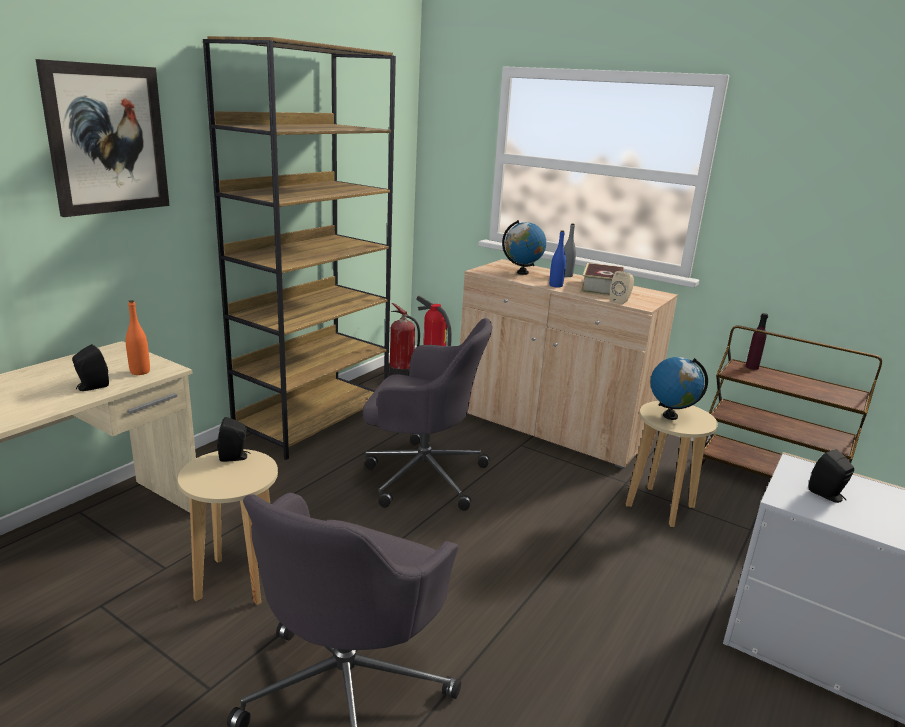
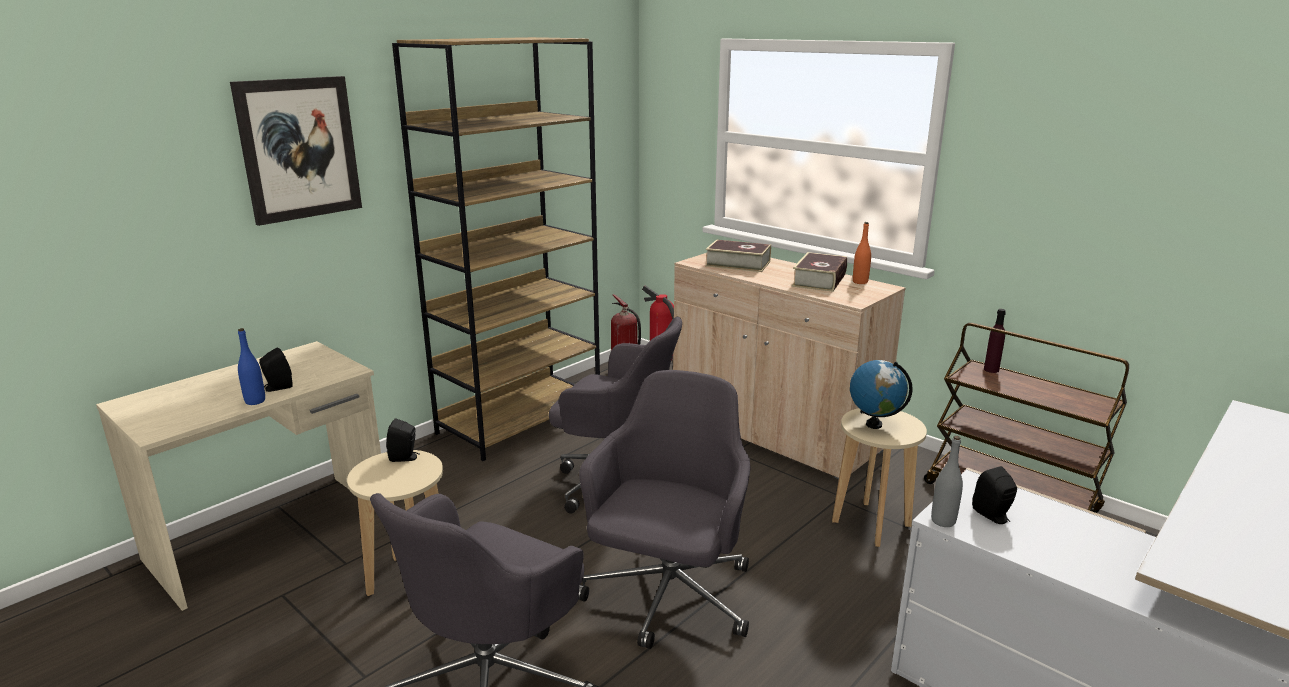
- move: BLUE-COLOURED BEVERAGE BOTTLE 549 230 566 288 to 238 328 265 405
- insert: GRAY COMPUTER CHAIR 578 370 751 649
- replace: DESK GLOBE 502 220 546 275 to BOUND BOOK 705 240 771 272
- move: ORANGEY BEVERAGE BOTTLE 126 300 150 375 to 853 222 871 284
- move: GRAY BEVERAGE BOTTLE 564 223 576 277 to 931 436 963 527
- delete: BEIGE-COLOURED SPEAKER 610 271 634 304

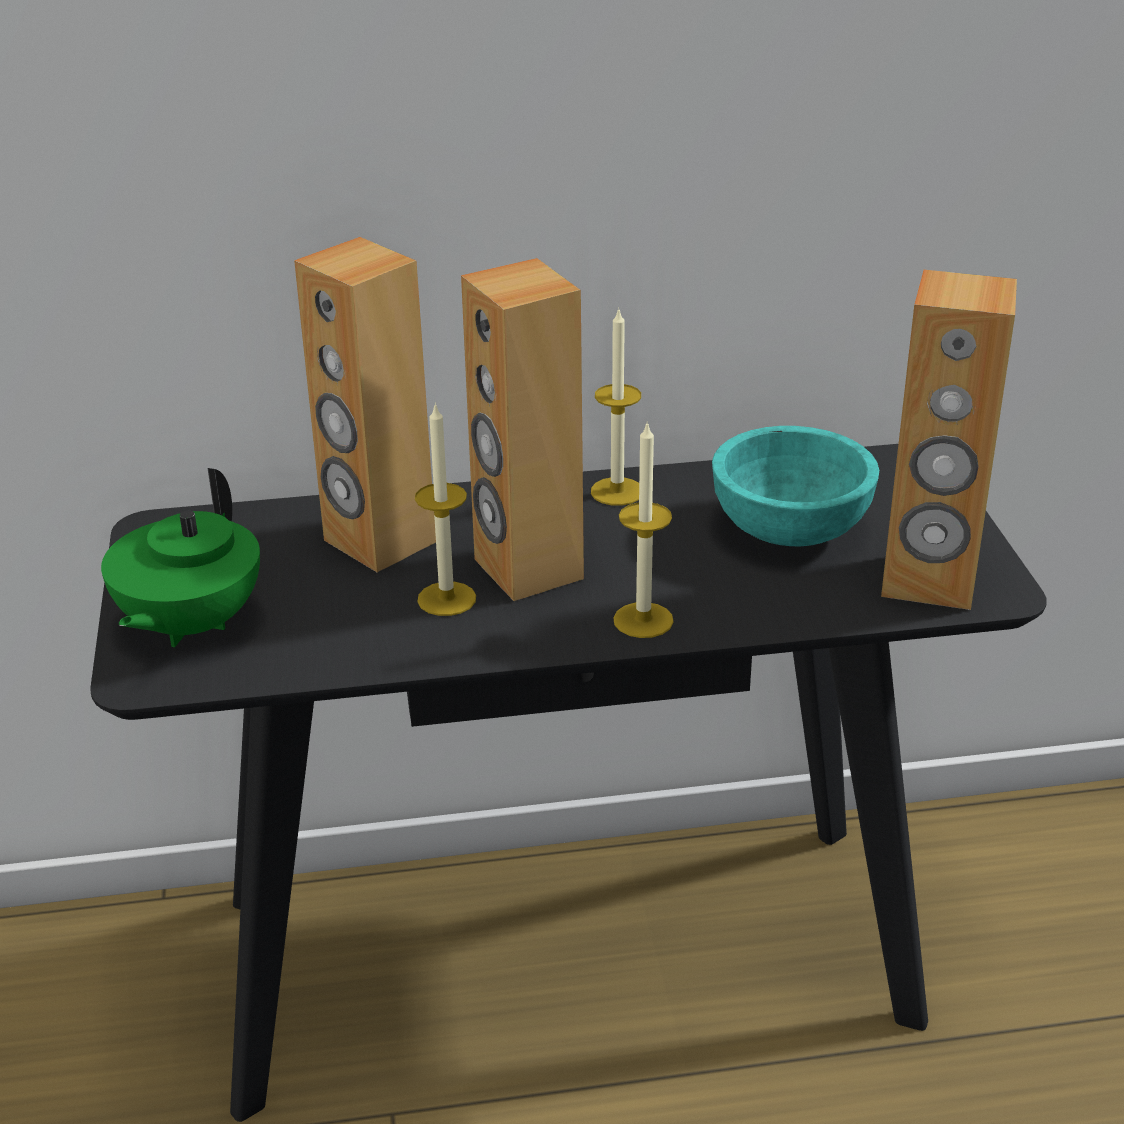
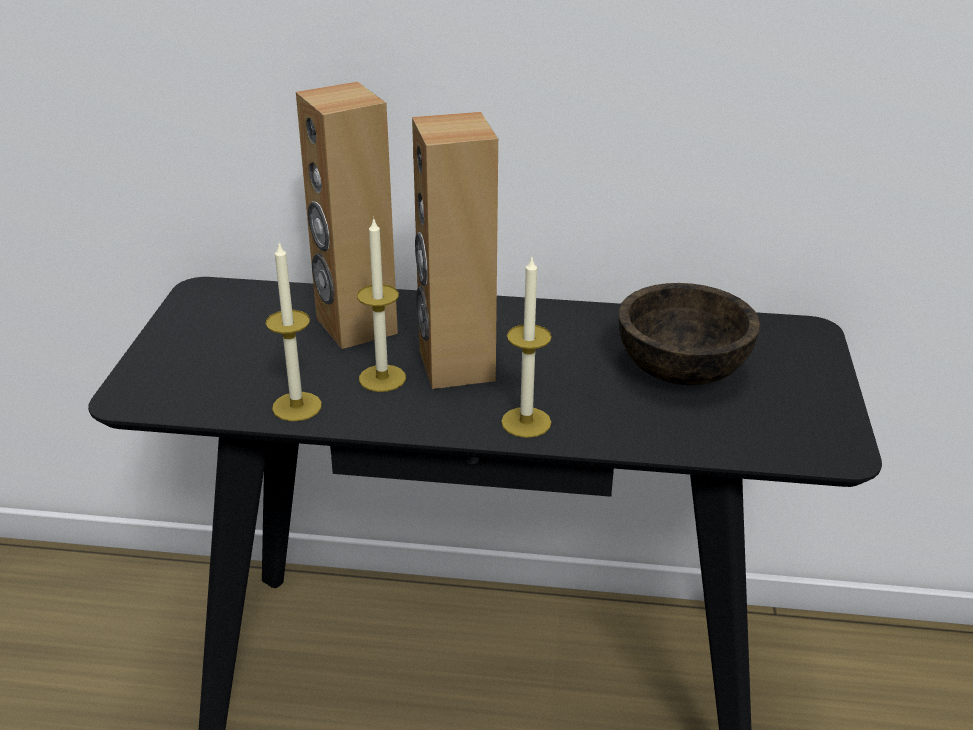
- move: WAX LIGHT 591 307 641 506 to 266 241 322 421
- recolor: TURQUOISE-COLOURED DEEP DISH 712 426 879 546 to BROWN DEEP DISH 619 283 760 385
- delete: GREENISH TEA POT 101 468 260 647
- delete: BROWN SPEAKER 881 270 1017 610

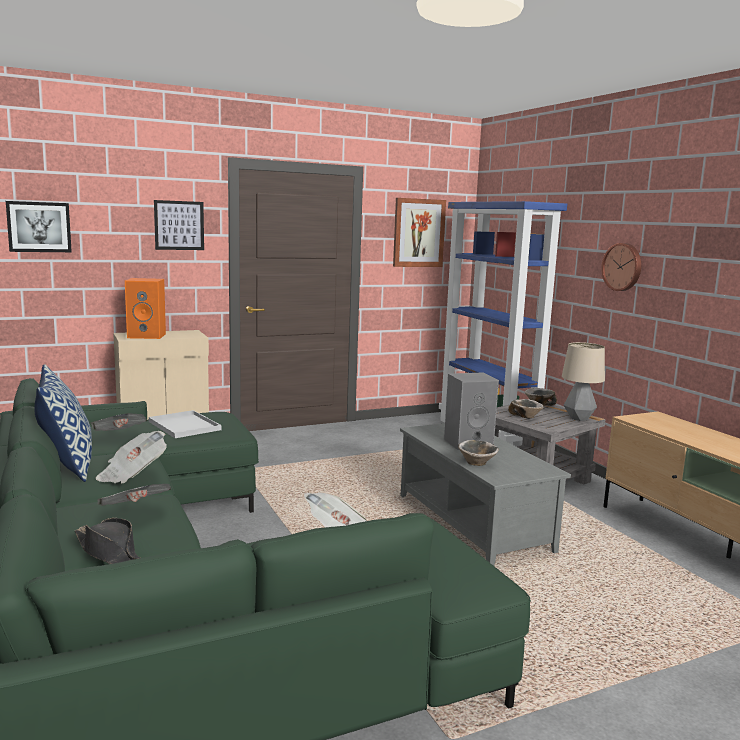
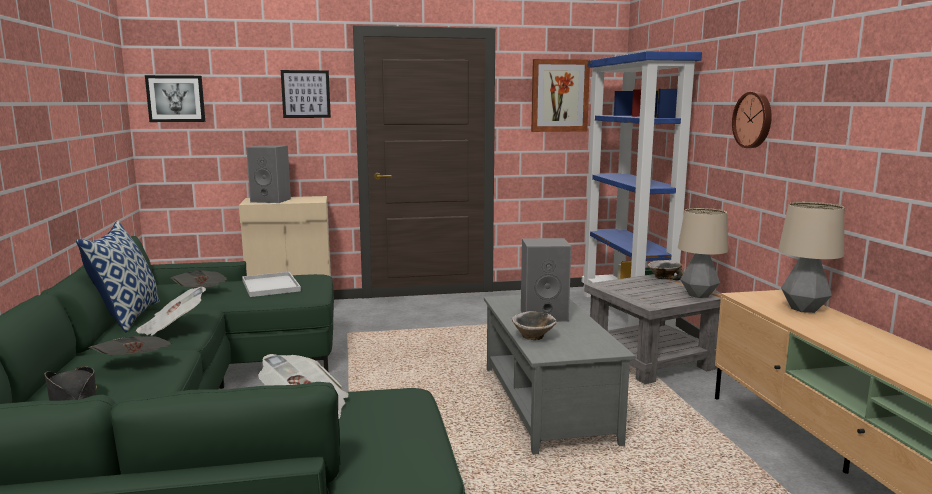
- recolor: ORANGEY SPEAKER 125 278 166 339 to GRAY SPEAKER 246 145 291 203
- insert: TABLETOP LAMP 778 202 844 313
- delete: DEEP DISH 508 399 544 418

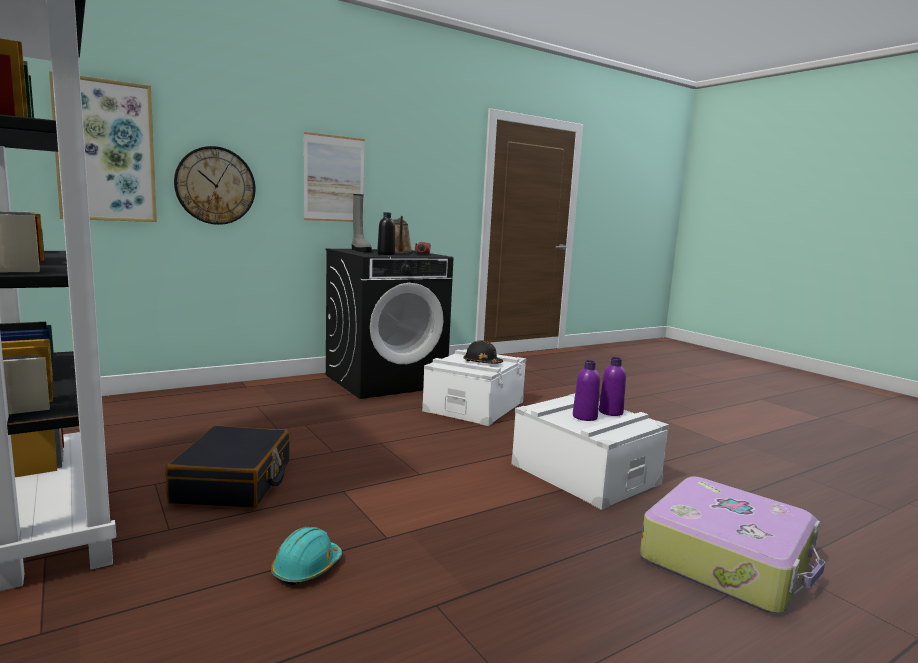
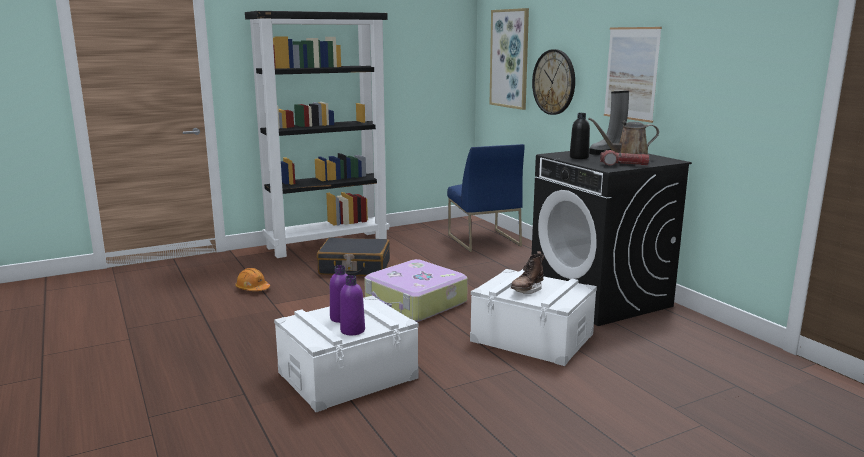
- recolor: TURQUOISE-COLOURED HARD HAT 271 527 342 585 to ORANGEY HARD HAT 235 268 270 291
- move: TRAVEL CASE 640 476 825 613 to 364 259 468 322
- insert: BLUE-COLOURED UPRIGHT CHAIR 447 144 525 252
- replace: BLACKISH HARD HAT 463 341 503 364 to BROWN BOOT 511 251 545 294

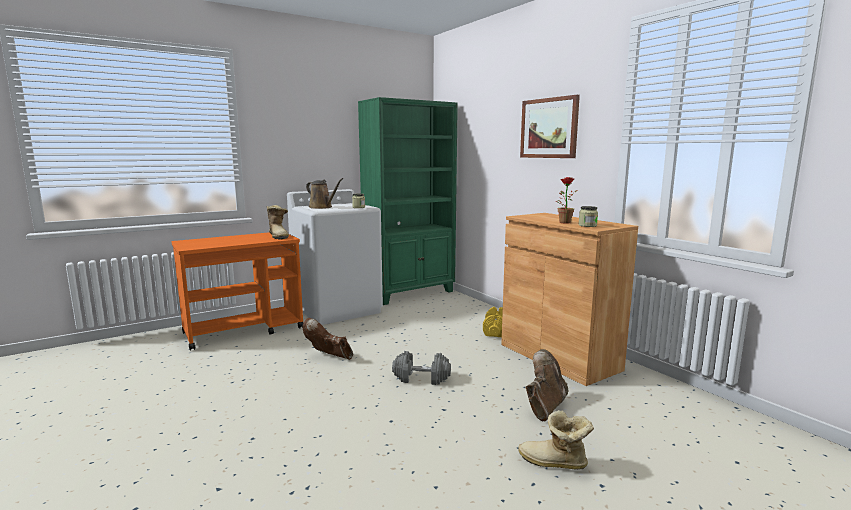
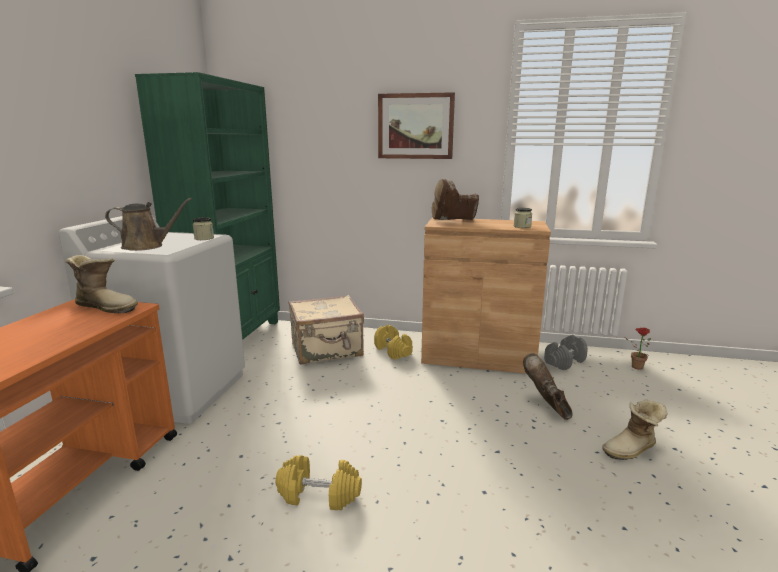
- insert: YELLOW DUMBBELL 275 455 362 510
- insert: BEIGE-COLOURED TRAVEL CASE 288 295 364 364
- move: BROWN BOOT 303 318 353 360 to 432 179 479 220
- move: GRAY DUMBBELL 392 351 451 385 to 544 335 588 370
- move: HOUSEPLANT 556 177 578 223 to 623 328 651 370

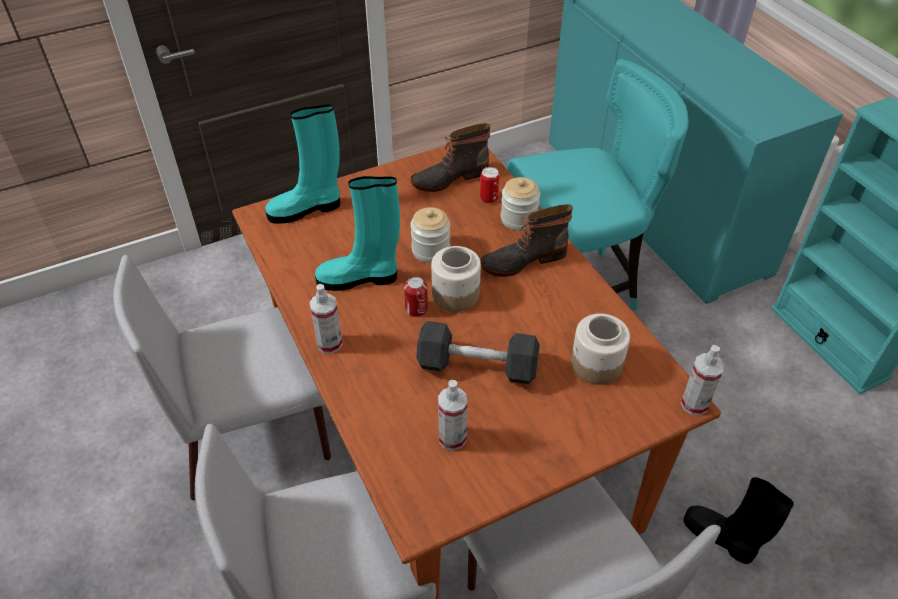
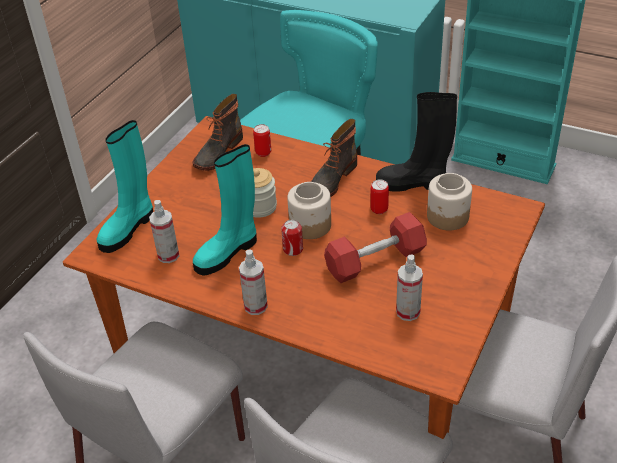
- move: SPRAY BOTTLE 681 345 725 415 to 149 200 179 263
- recolor: GRAY DUMBBELL 416 321 540 384 to RED DUMBBELL 324 212 427 283
- insert: METAL CAN 370 180 389 214
- move: BLACKISH BOOT 683 477 794 564 to 376 92 457 192
- delete: JAR 501 177 540 231

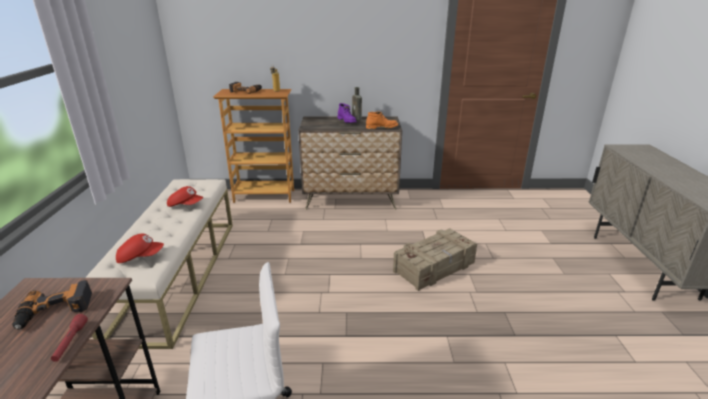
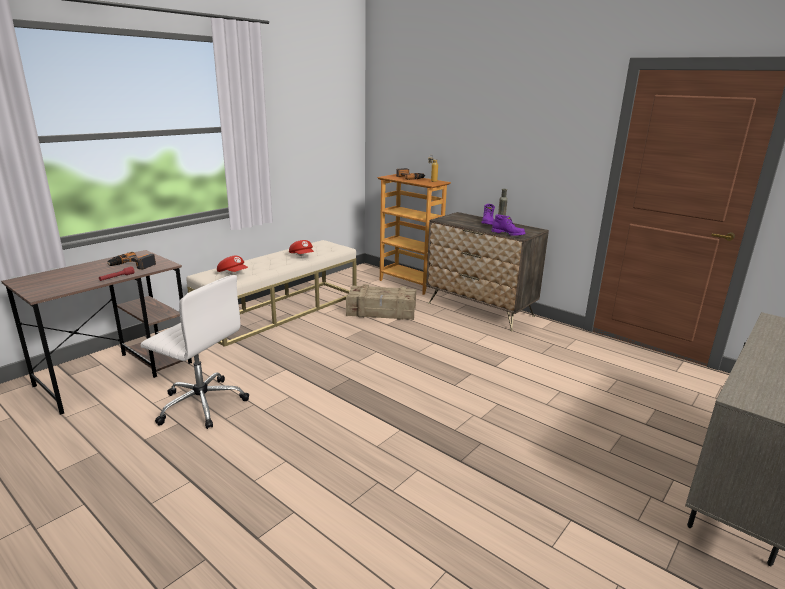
- move: SHIPPING CRATE 393 228 477 291 to 346 284 416 320
- recolor: ORANGEY BOOT 366 112 398 129 to PURPLE BOOT 491 214 526 236

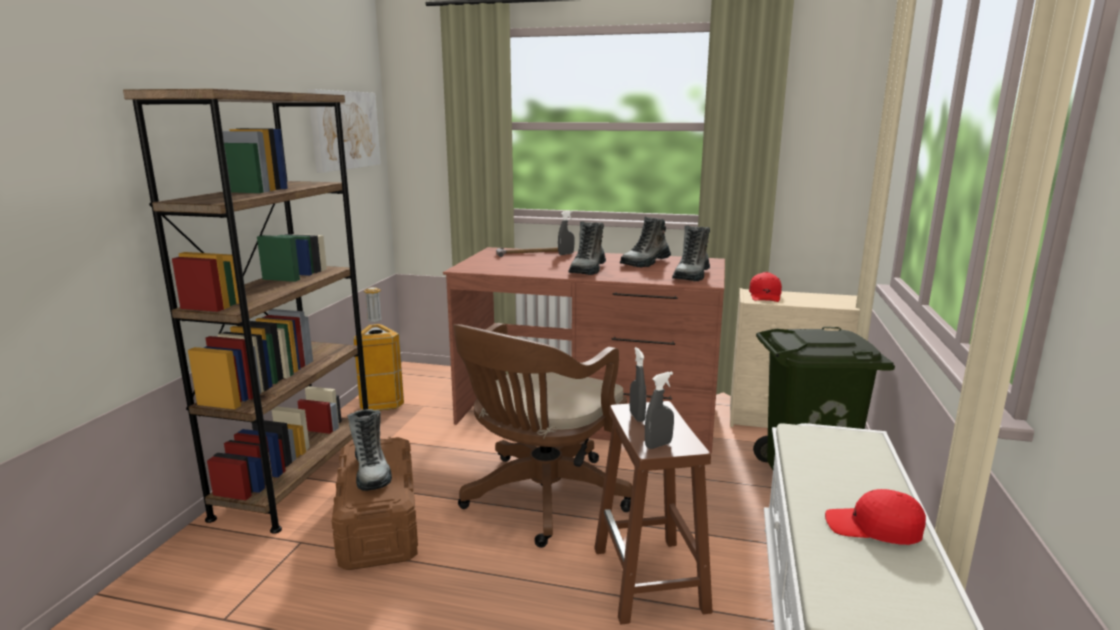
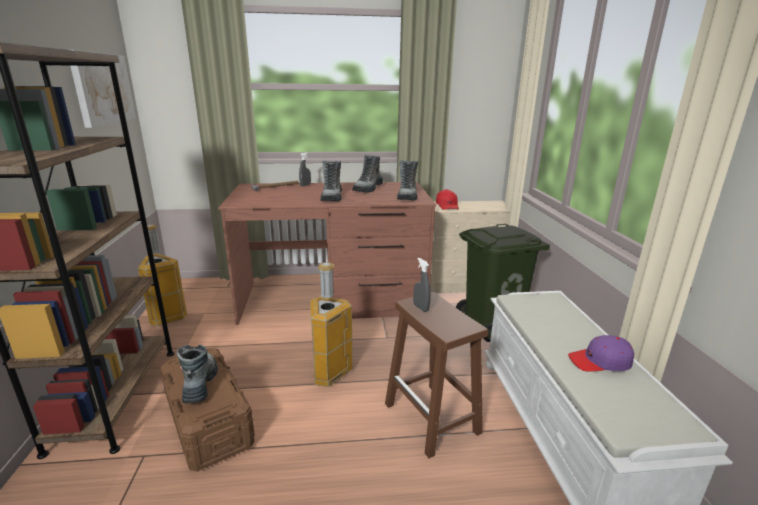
- rotate: BOOT 347 409 392 491 = 177 345 218 403 150 degrees counterclockwise
- replace: BROWN COMPUTER CHAIR 453 323 632 548 to WASTE BIN 310 262 353 387
- recolor: RED BASEBALL CAP 825 489 926 545 to PURPLE BASEBALL CAP 568 335 634 372
- delete: GRAY SPRAY BOTTLE 645 372 674 449

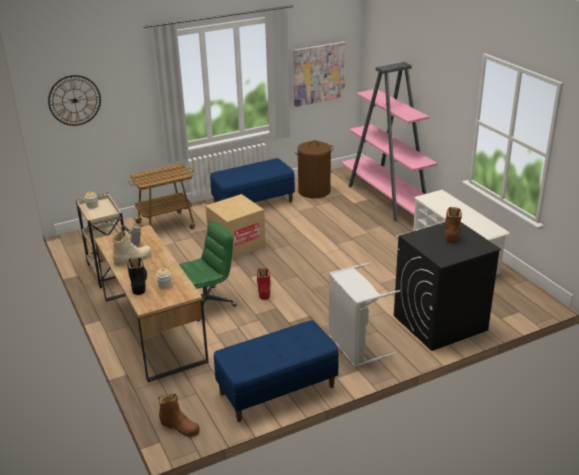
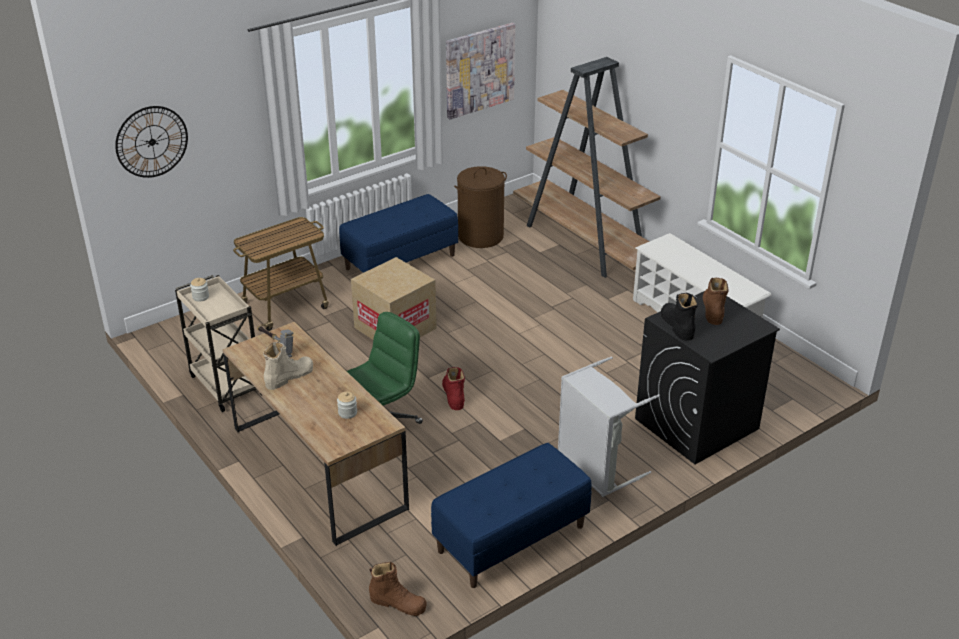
- recolor: PINK SHELVING UNIT 341 62 438 222 to BROWN SHELVING UNIT 513 57 661 278
- move: BLACKISH BOOT 128 257 147 295 to 661 293 698 341

